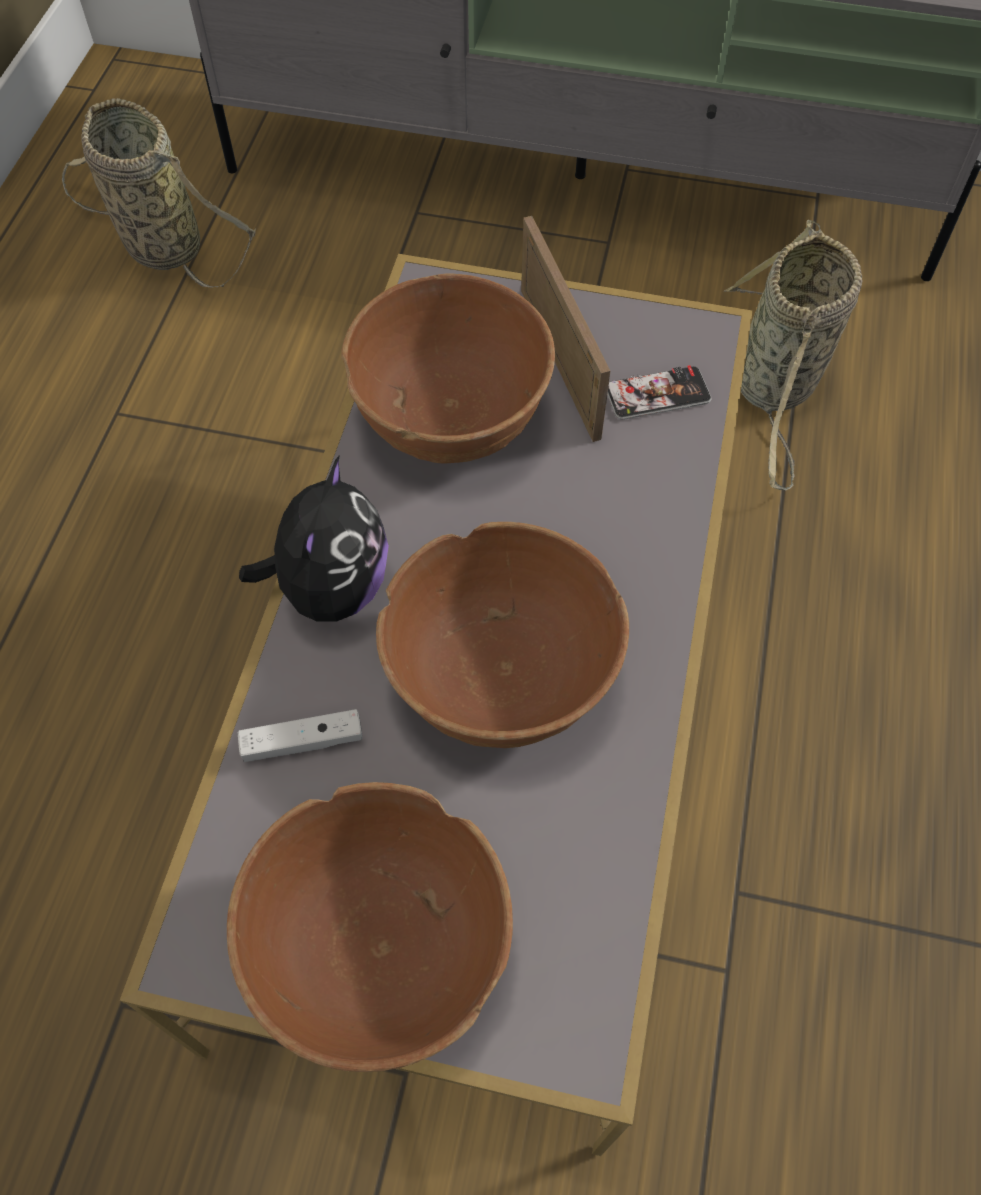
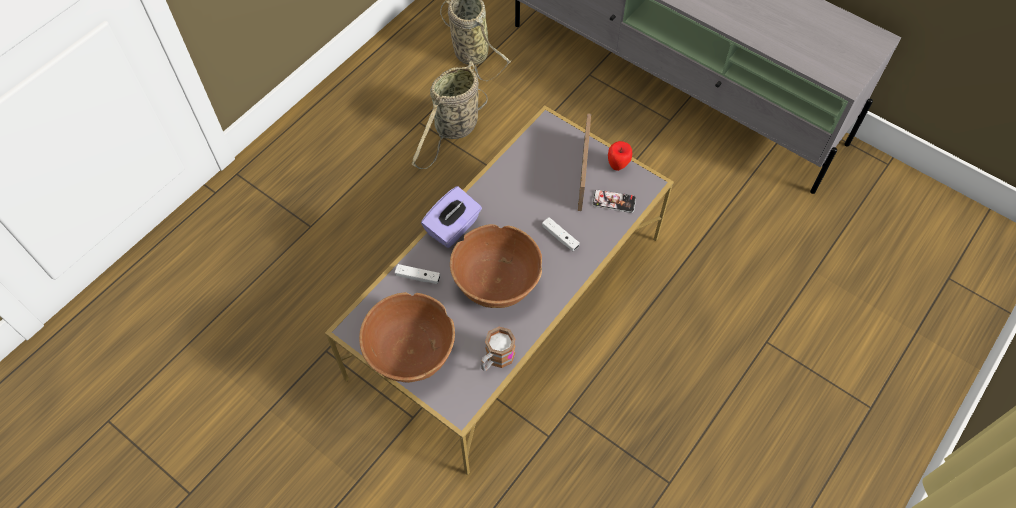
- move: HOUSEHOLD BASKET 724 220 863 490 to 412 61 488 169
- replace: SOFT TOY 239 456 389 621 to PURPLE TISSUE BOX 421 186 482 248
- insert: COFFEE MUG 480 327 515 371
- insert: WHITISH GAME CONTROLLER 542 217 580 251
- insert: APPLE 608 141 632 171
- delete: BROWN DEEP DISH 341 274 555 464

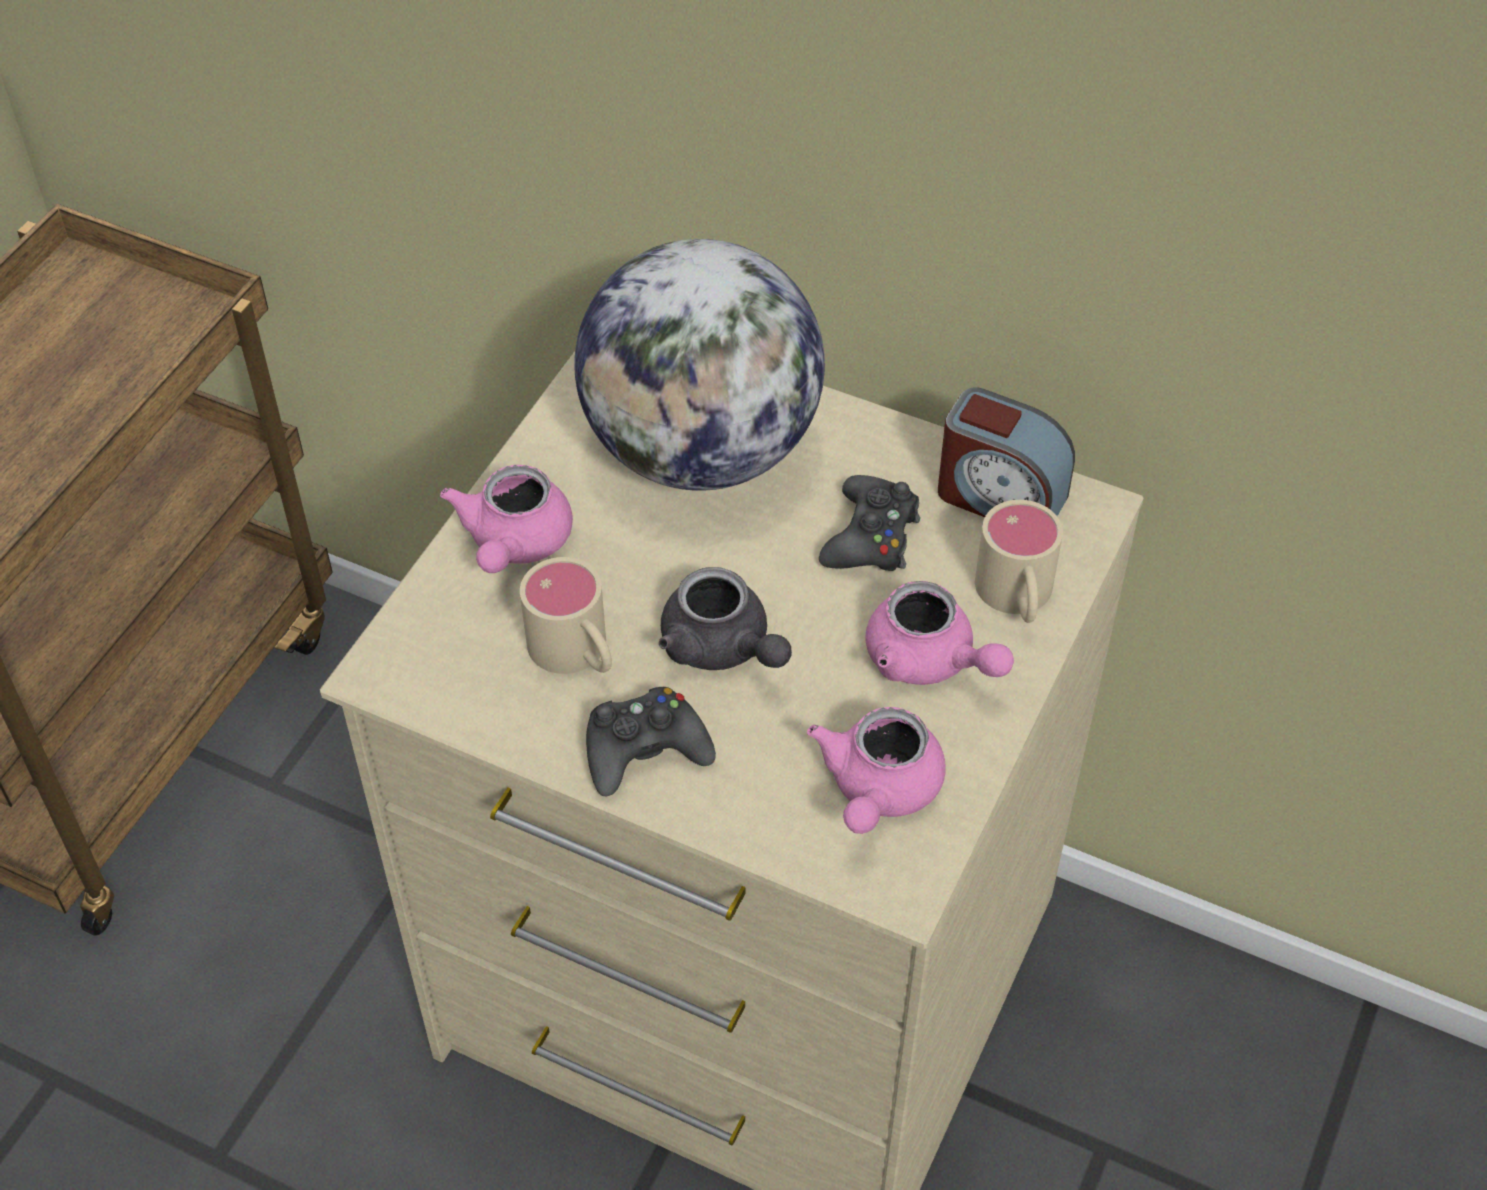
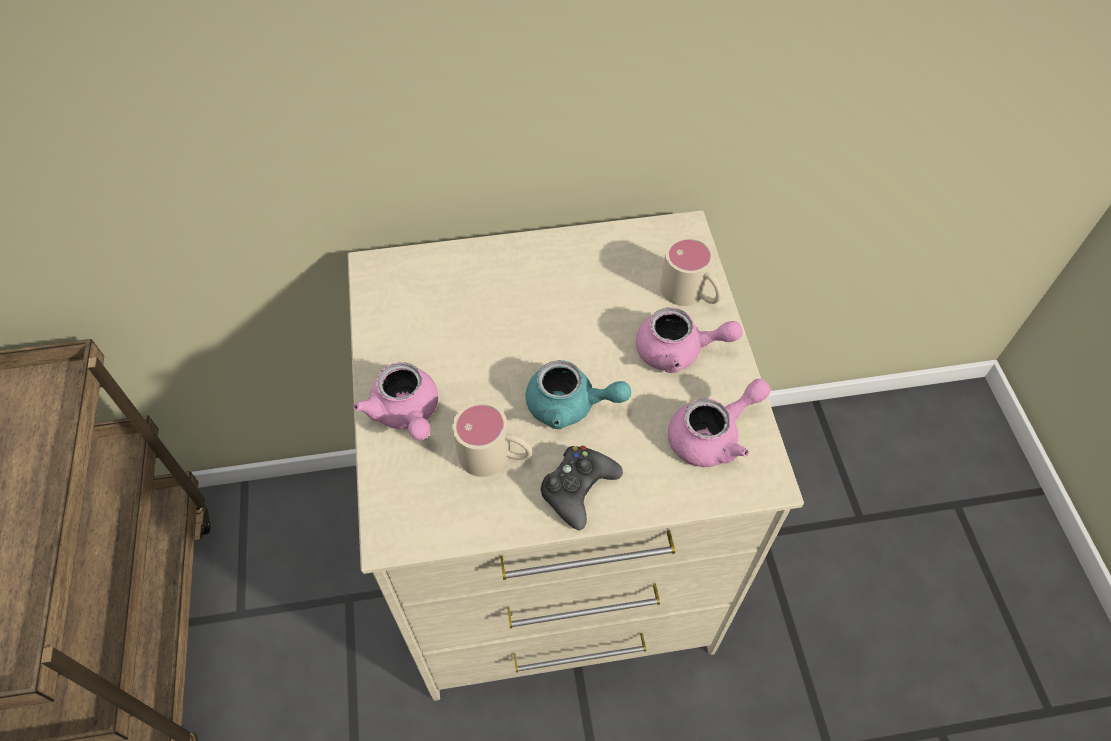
- recolor: GRAY TEA POT 659 567 792 670 to TURQUOISE-COLOURED TEA POT 526 360 631 429
- rotate: PINK TEA POT 807 707 946 834 = 668 379 770 467 105 degrees counterclockwise
- delete: DESK GLOBE 574 239 825 491
- delete: BLACKISH GAME CONTROLLER 819 475 920 571
- delete: TABLE CLOCK 938 387 1075 517

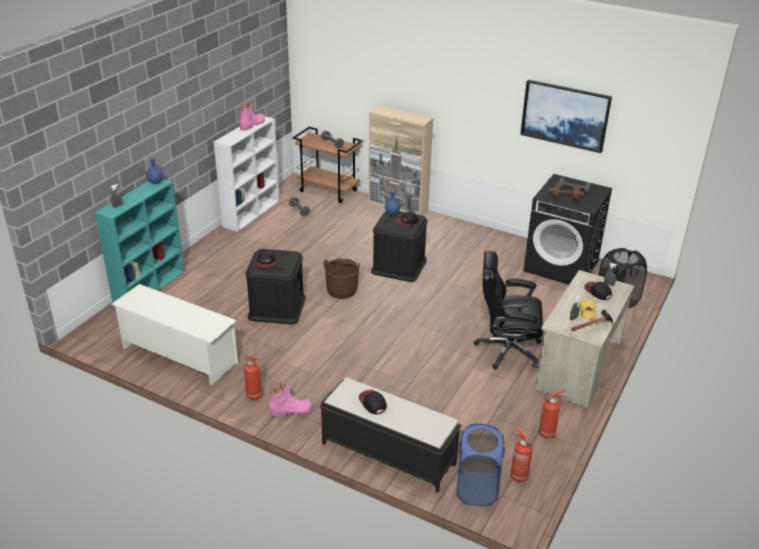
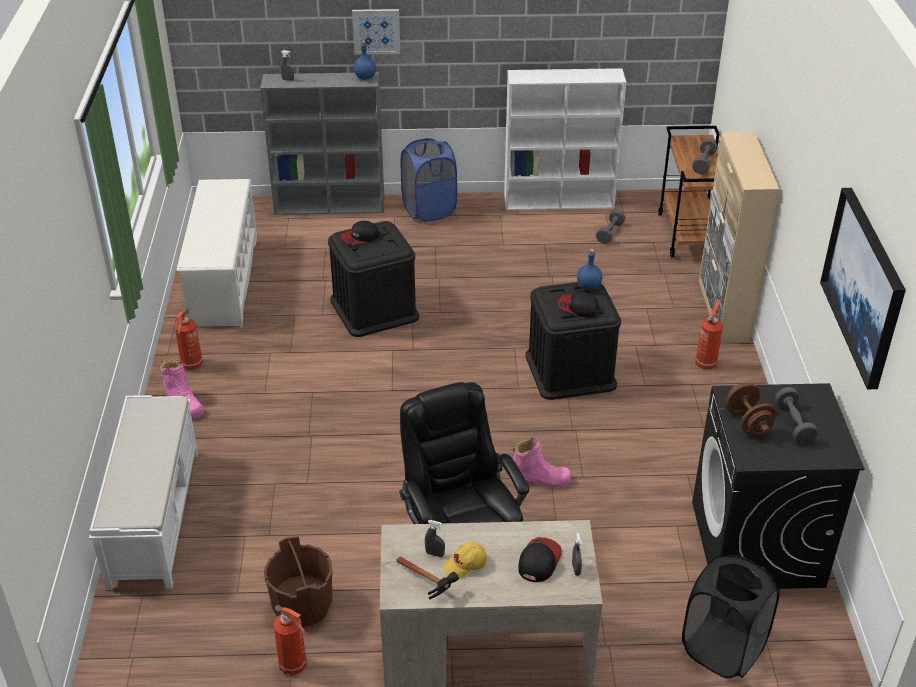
- recolor: BLACKISH INDOOR BENCH 319 378 462 493 to WHITISH INDOOR BENCH 89 395 198 590
- recolor: TURQUOISE-COLOURED SHELVING UNIT 95 179 185 303 to GRAY SHELVING UNIT 260 72 384 215
- move: BROWN BUCKET 323 258 360 299 to 264 536 333 627
- insert: WALL PICTURE 352 9 400 55
- move: BLUE-COLOURED LAUNDRY BASKET 456 424 505 507 to 401 138 457 222
- move: PINK BOOT 239 102 265 131 to 510 437 571 487
- move: FIRE EXTINGUISHER 510 426 533 482 to 695 299 723 370
- delete: BASEBALL CAP 359 390 387 414

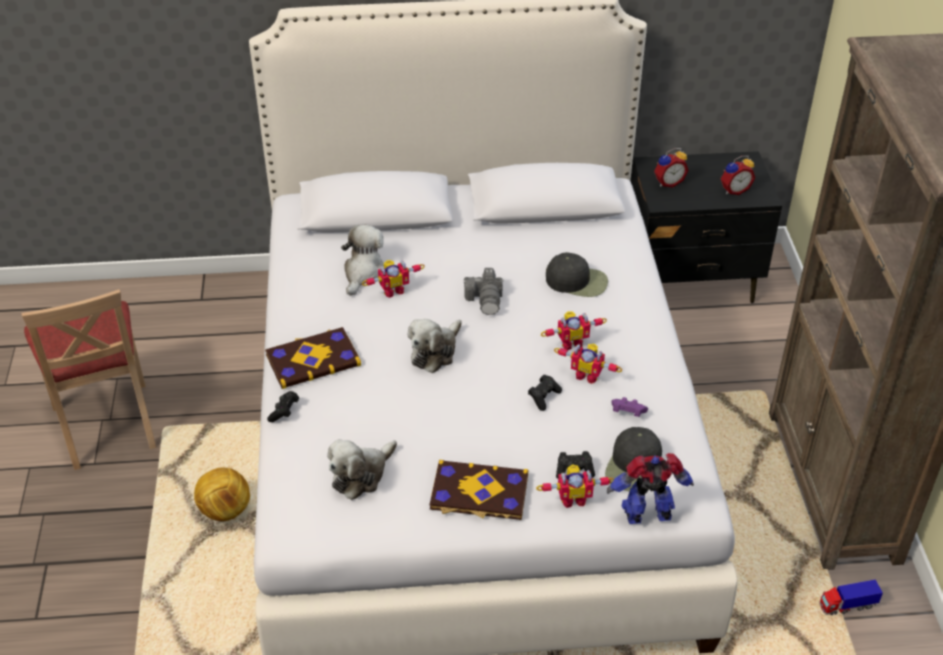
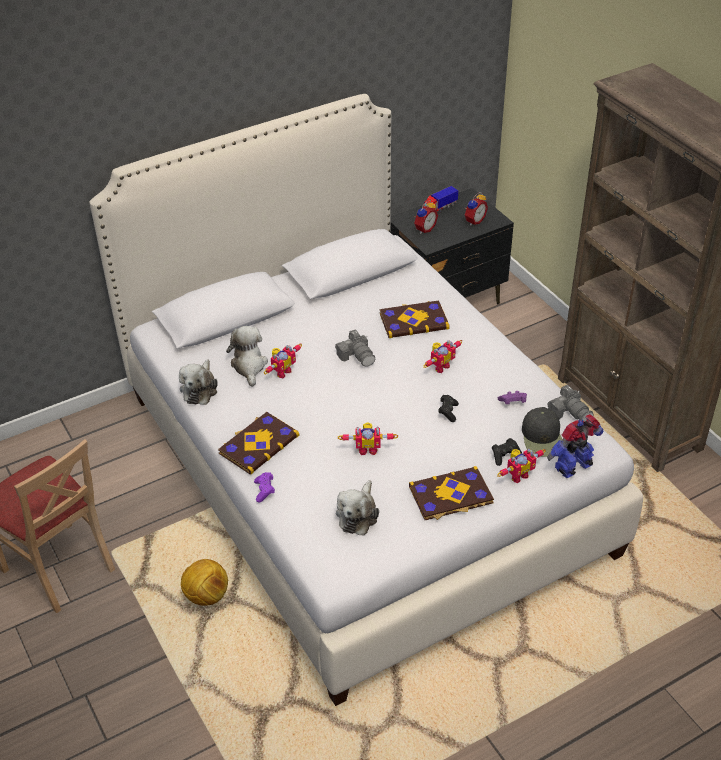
- move: SOFT TOY 408 319 462 373 to 179 359 218 405
- recolor: BLACKISH GAME CONTROLLER 267 391 299 422 to PURPLE GAME CONTROLLER 254 472 275 503
- move: MODEL ROBOT 554 344 622 384 to 338 422 398 455
- replace: BLACKISH BASEBALL CAP 546 252 608 297 to BOUND BOOK 380 300 449 338
- move: TOY TRUCK 820 579 883 615 to 424 186 458 213
- insert: STILL CAMERA 548 385 594 421

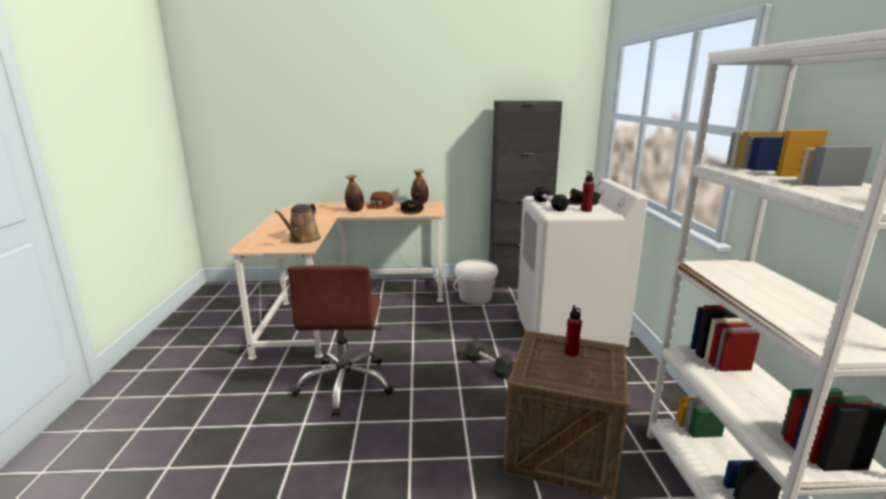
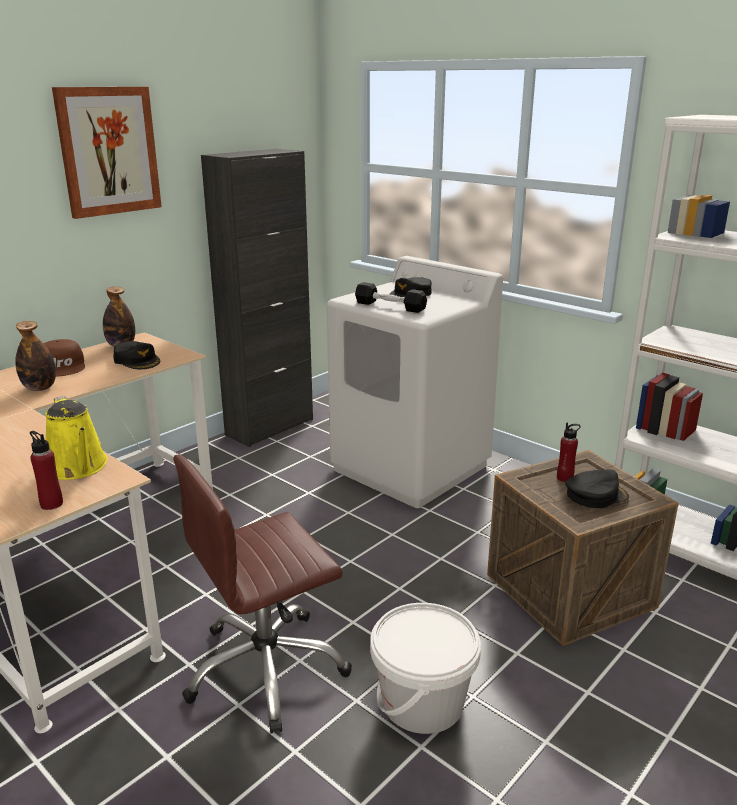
- move: RED BEVERAGE BOTTLE 581 171 594 212 to 30 431 63 510
- recolor: BROWN WATERING CAN 275 204 321 244 to YELLOW WATERING CAN 45 396 108 480
- insert: WALL PICTURE 52 87 162 219
- rotate: BROWN COMPUTER CHAIR 287 265 394 417 = 173 454 352 733 105 degrees clockwise
- move: WHITISH BUCKET 453 260 498 304 to 370 603 481 734
- insert: BLACKISH BASEBALL CAP 565 469 629 508
- delete: BLACKISH DUMBBELL 464 339 514 379

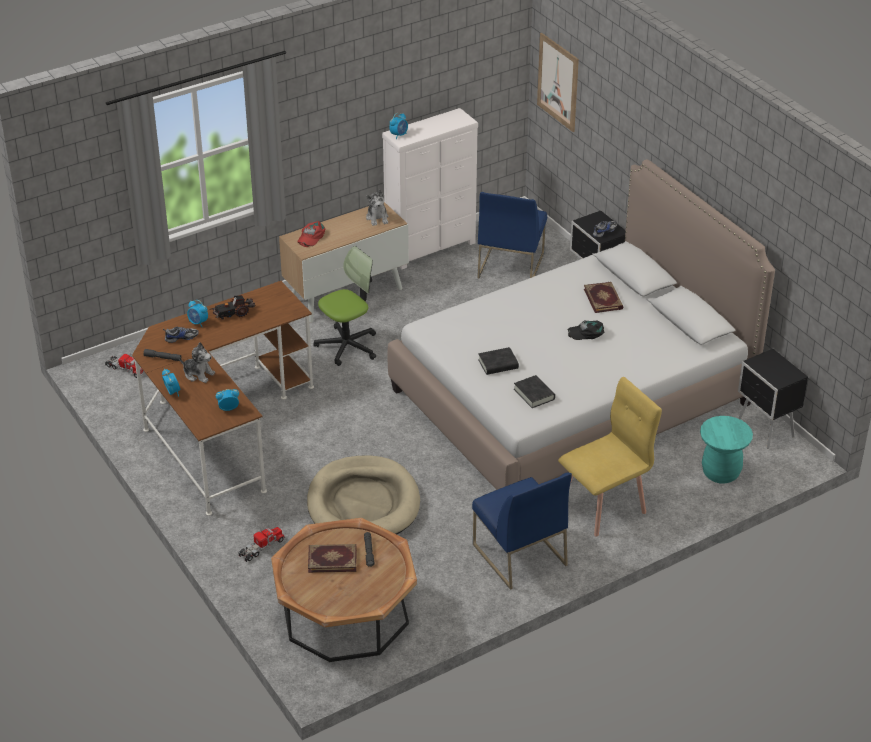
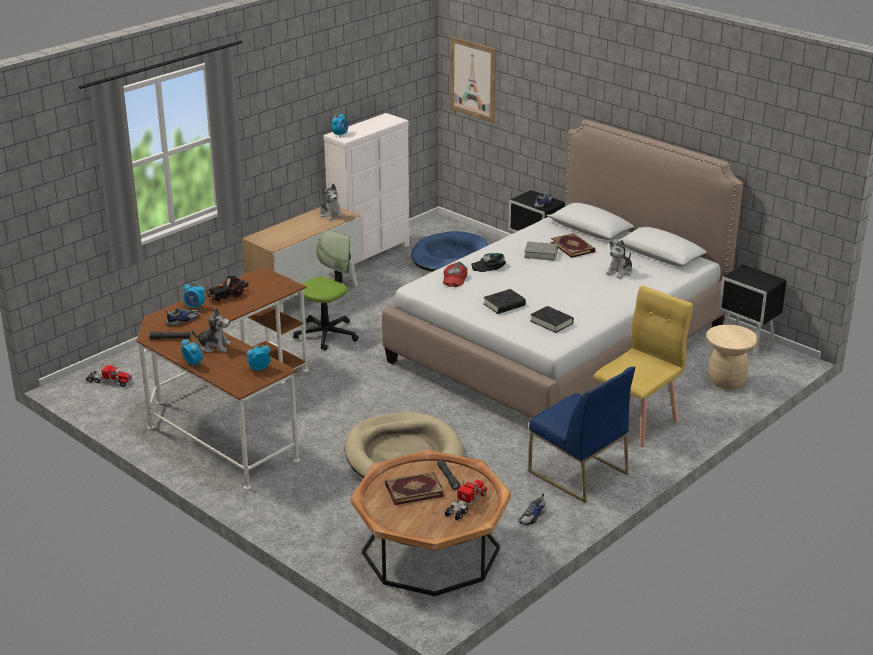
- replace: BLUE-COLOURED UPRIGHT CHAIR 477 192 547 278 to BLUE-COLOURED DOG CUSHION 411 231 488 272
- move: RED BASEBALL CAP 297 221 326 247 to 443 262 467 287
- move: TOY TRUCK 238 527 285 562 to 445 480 487 521
- move: BLACKISH BASEBALL CAP 568 320 604 340 to 471 253 506 272
- insert: SHOE 518 493 546 525
- insert: GRAY BOUND BOOK 524 242 558 261
- insert: SOFT TOY 606 240 632 279
- recolor: TURQUOISE-COLOURED STOOL 700 416 753 484 to BEIGE-COLOURED STOOL 707 324 758 389

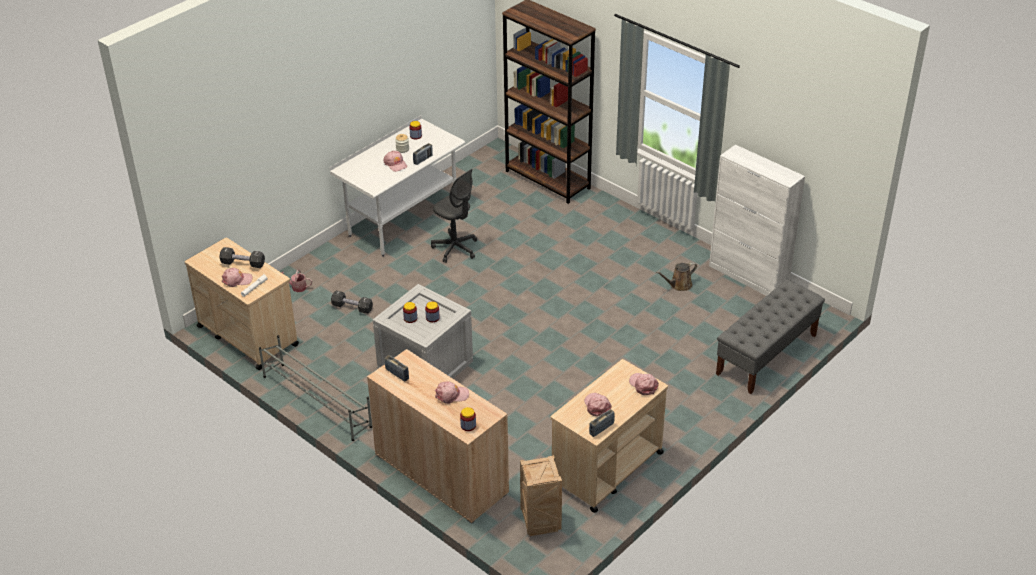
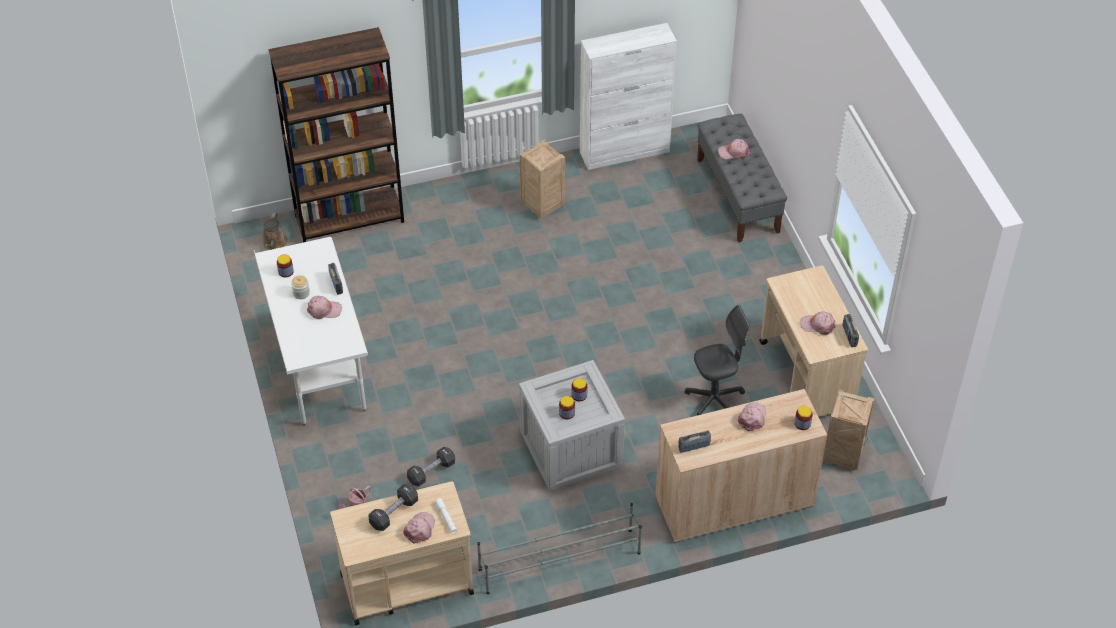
- move: BROWN WATERING CAN 656 262 697 291 to 263 213 287 250
- insert: SHIPPING CRATE 519 140 565 219
- move: GRAY COMPUTER CHAIR 431 169 477 263 to 685 305 750 415
- move: PINK BASEBALL CAP 629 373 659 395 to 718 139 750 159

